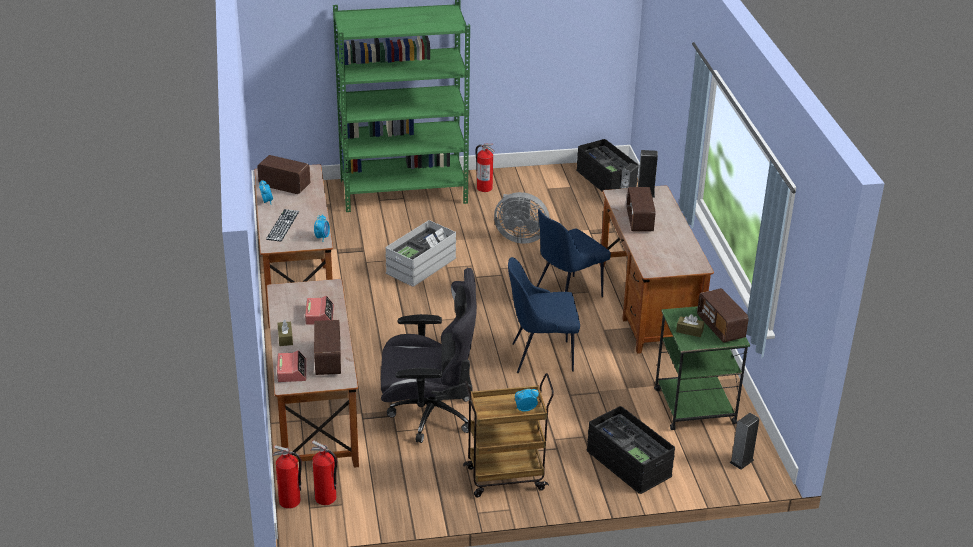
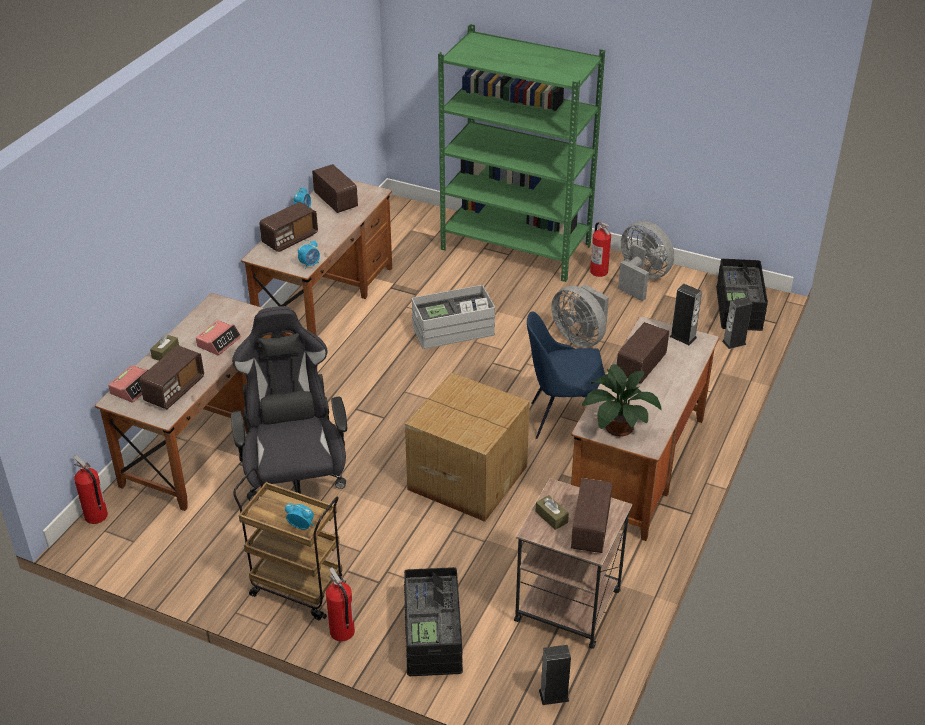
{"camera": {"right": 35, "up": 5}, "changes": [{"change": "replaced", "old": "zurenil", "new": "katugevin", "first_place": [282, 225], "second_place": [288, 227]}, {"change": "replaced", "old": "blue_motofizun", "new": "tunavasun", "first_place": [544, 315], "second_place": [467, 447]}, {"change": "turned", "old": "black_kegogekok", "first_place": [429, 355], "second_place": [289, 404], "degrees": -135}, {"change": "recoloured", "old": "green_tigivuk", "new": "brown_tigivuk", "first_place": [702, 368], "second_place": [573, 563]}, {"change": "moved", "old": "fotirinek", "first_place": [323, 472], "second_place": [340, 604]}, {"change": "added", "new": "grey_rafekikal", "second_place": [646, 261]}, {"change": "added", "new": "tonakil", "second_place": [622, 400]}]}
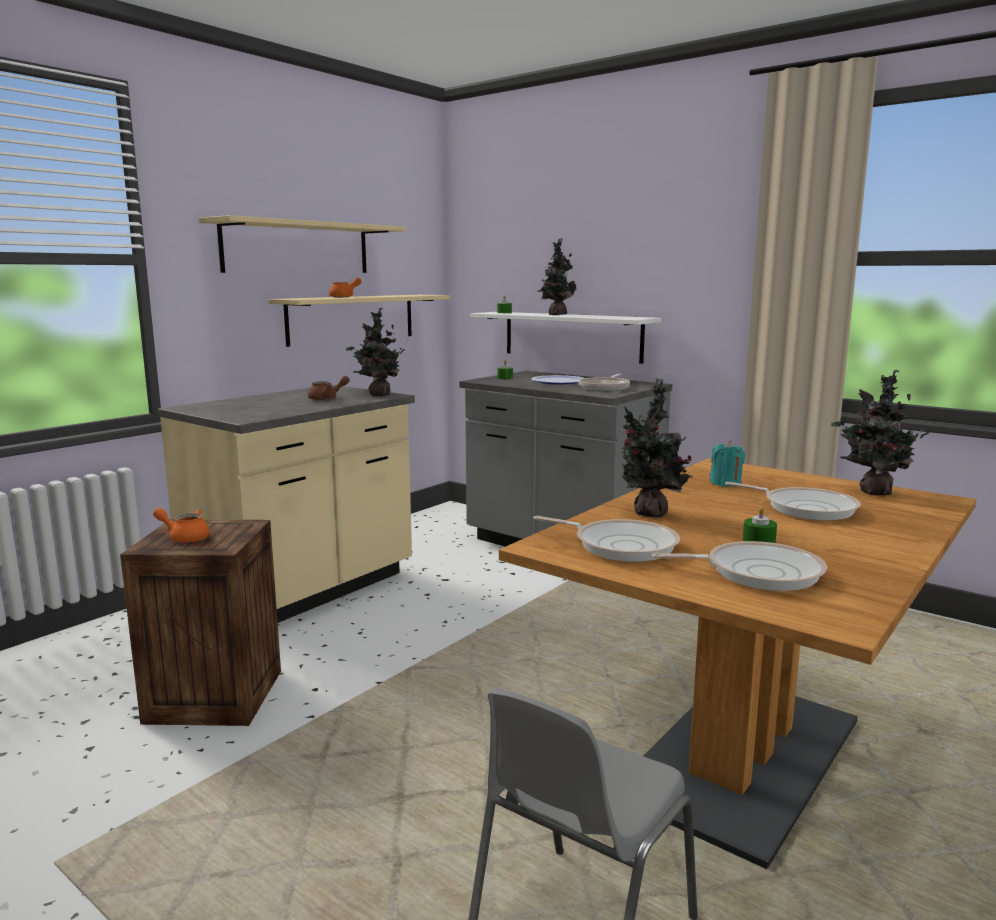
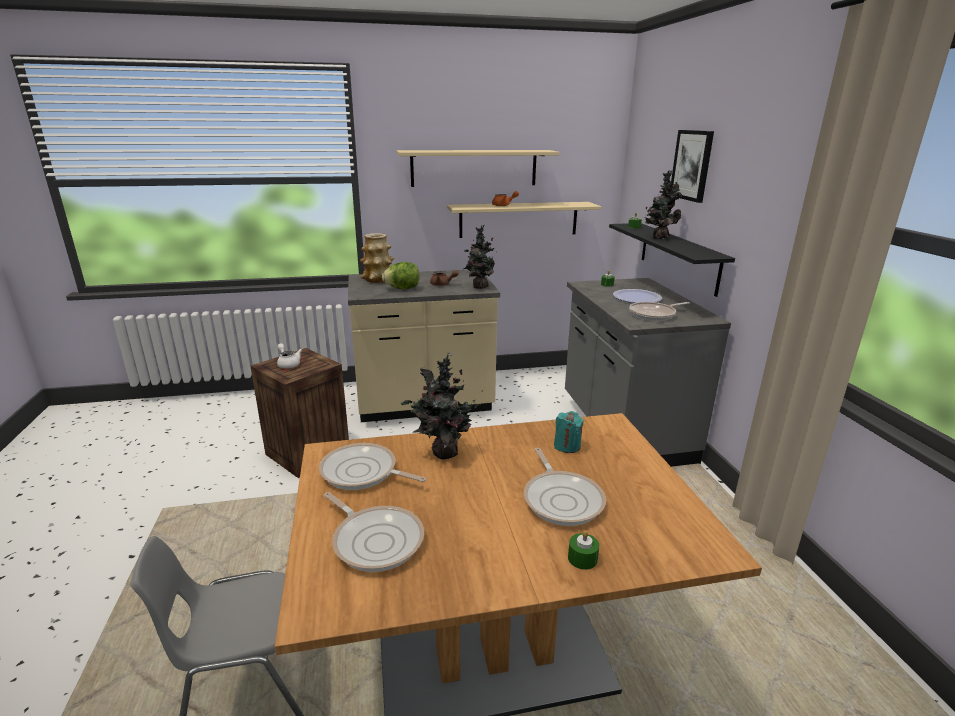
{"camera": {"right": 40, "up": 10}, "changes": [{"change": "recoloured", "old": "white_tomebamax", "new": "black_tomebamax", "first_place": [565, 338], "second_place": [672, 260]}, {"change": "removed", "old": "tonakil", "first_place": [882, 432]}, {"change": "moved", "old": "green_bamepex", "first_place": [760, 524], "second_place": [583, 550]}, {"change": "recoloured", "old": "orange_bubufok", "new": "white_bubufok", "first_place": [181, 525], "second_place": [289, 355]}, {"change": "turned", "old": "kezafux", "first_place": [606, 539], "second_place": [372, 466], "degrees": 135}, {"change": "added", "new": "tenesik", "second_place": [692, 166]}, {"change": "added", "new": "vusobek", "second_place": [377, 258]}, {"change": "added", "new": "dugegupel", "second_place": [400, 275]}]}
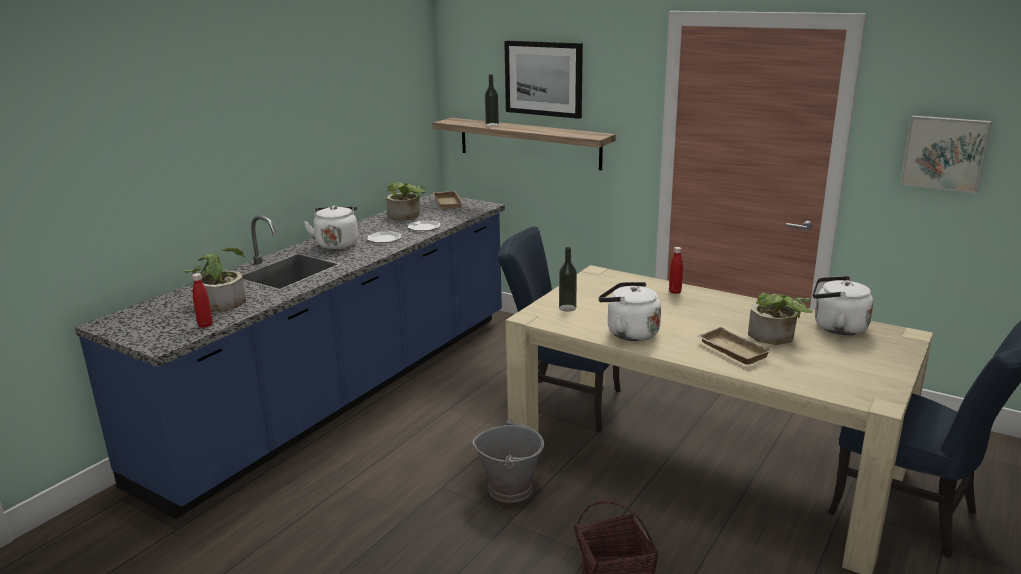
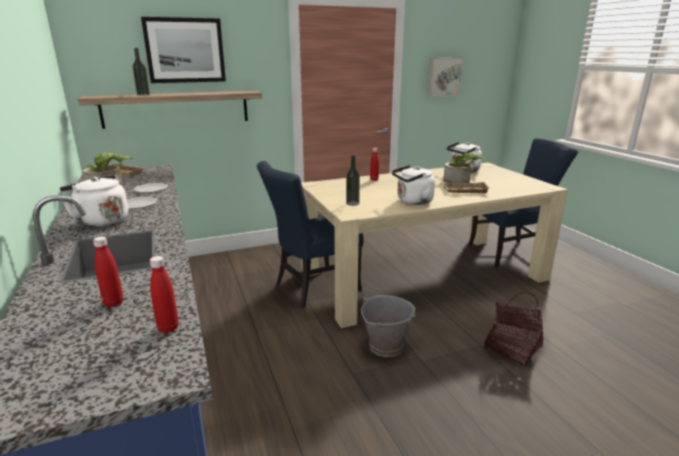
{"camera": {"right": -55, "up": 0}, "changes": [{"change": "replaced", "old": "tonakil", "new": "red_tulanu", "first_place": [215, 279], "second_place": [108, 272]}]}
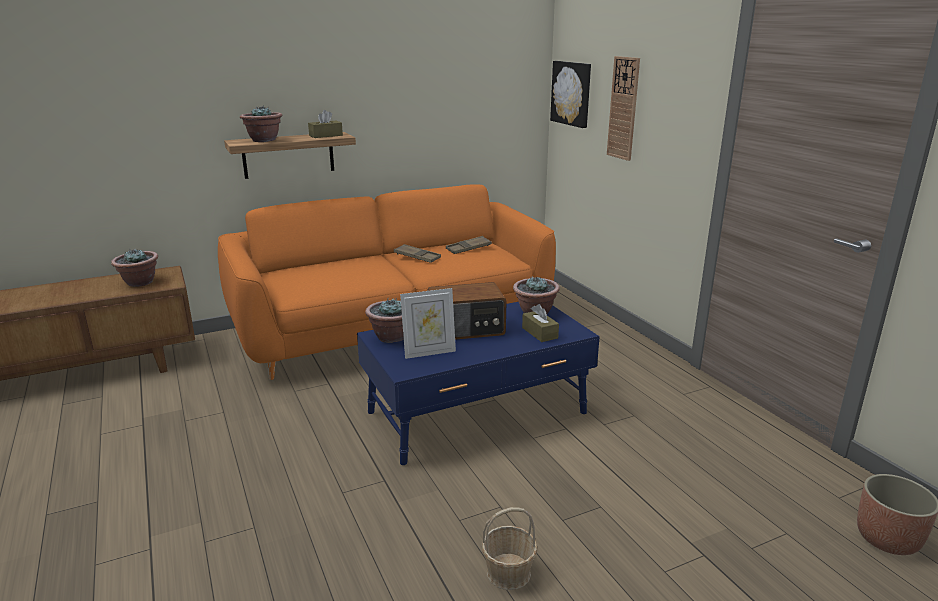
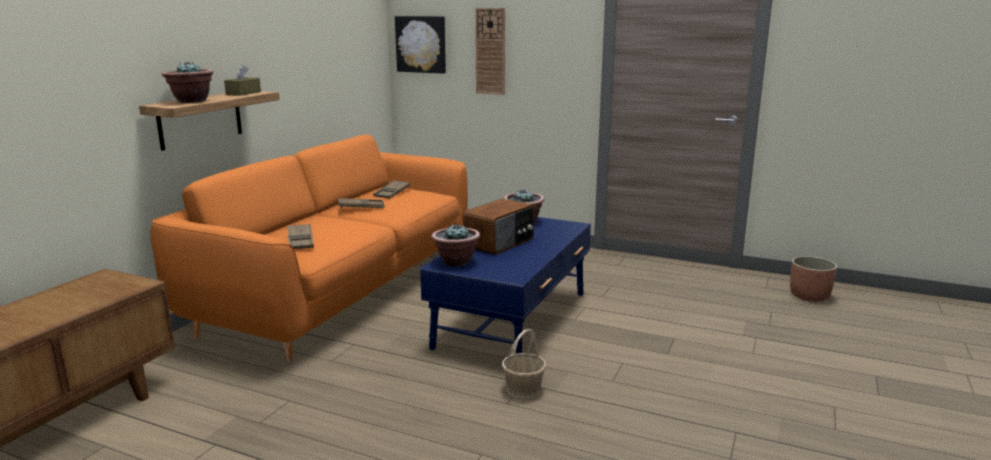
{"camera": {"right": -40, "up": -5}, "changes": [{"change": "removed", "old": "tonakil", "first_place": [134, 268]}, {"change": "removed", "old": "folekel", "first_place": [428, 323]}, {"change": "removed", "old": "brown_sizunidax", "first_place": [540, 323]}, {"change": "moved", "old": "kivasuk", "first_place": [510, 548], "second_place": [524, 364]}, {"change": "added", "new": "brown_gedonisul", "second_place": [301, 236]}]}
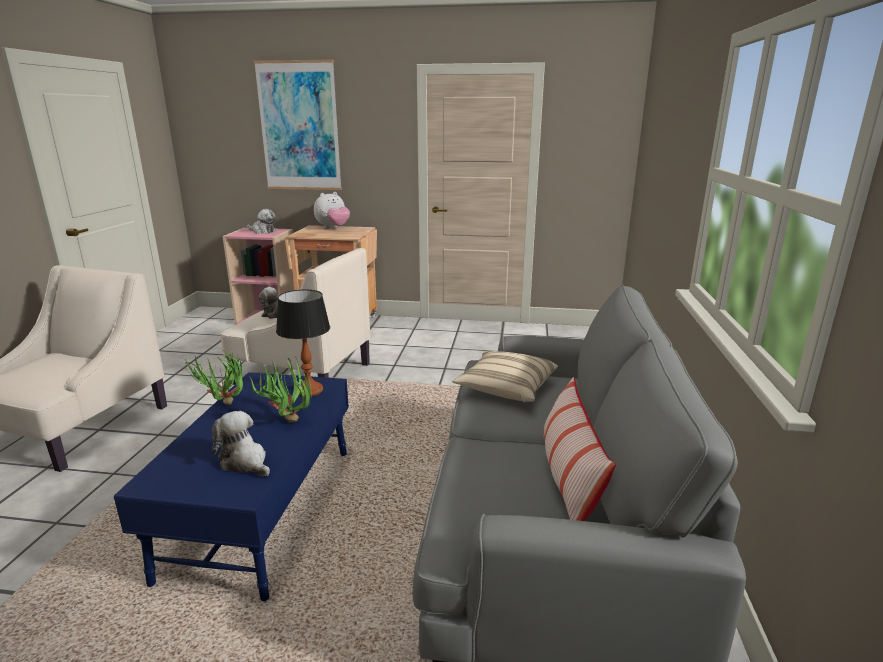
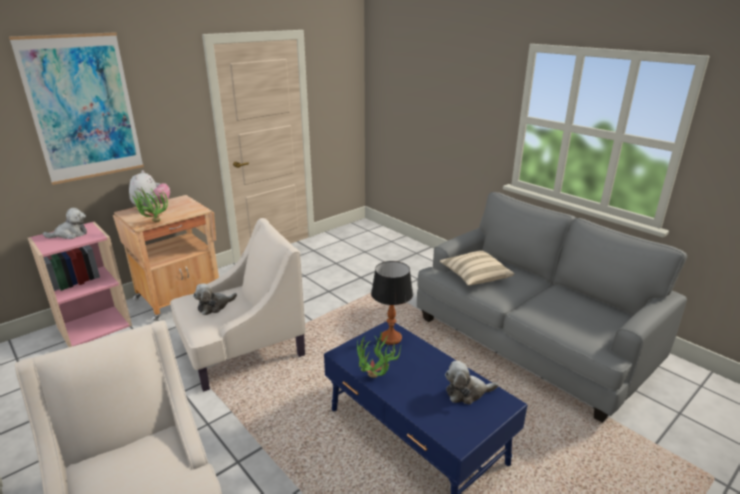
{"camera": {"right": -50, "up": 5}, "changes": [{"change": "moved", "old": "tonakil", "first_place": [281, 389], "second_place": [149, 205]}, {"change": "removed", "old": "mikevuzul", "first_place": [579, 449]}]}
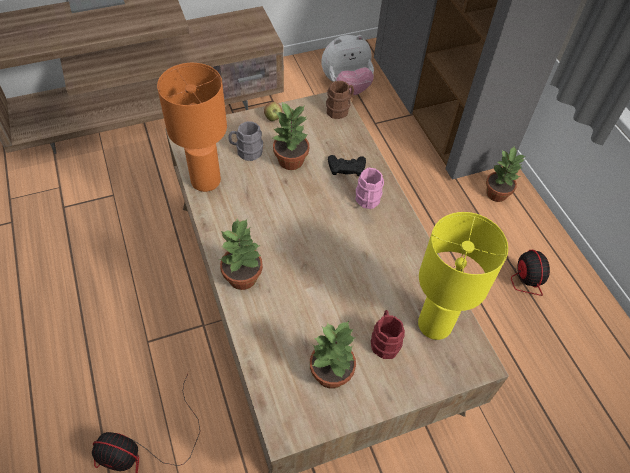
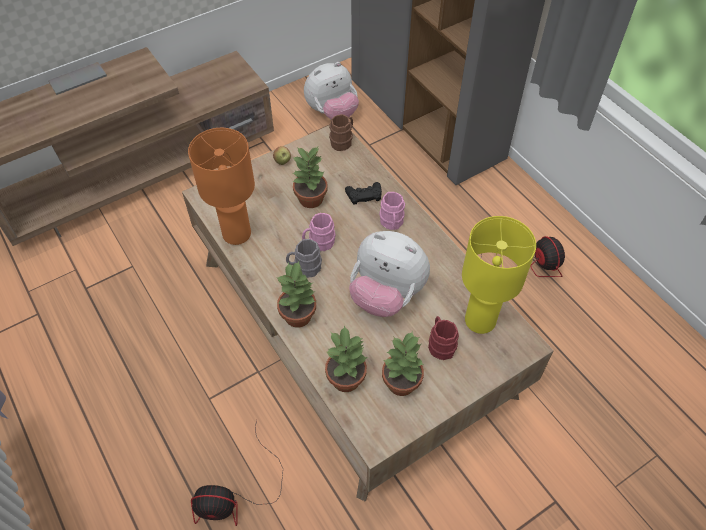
{"camera": {"right": -10, "up": 0}, "changes": [{"change": "moved", "old": "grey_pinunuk", "first_place": [245, 141], "second_place": [304, 258]}, {"change": "moved", "old": "tonakil", "first_place": [506, 173], "second_place": [346, 358]}, {"change": "added", "new": "pink_pinunuk", "second_place": [319, 232]}, {"change": "added", "new": "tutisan", "second_place": [389, 274]}]}
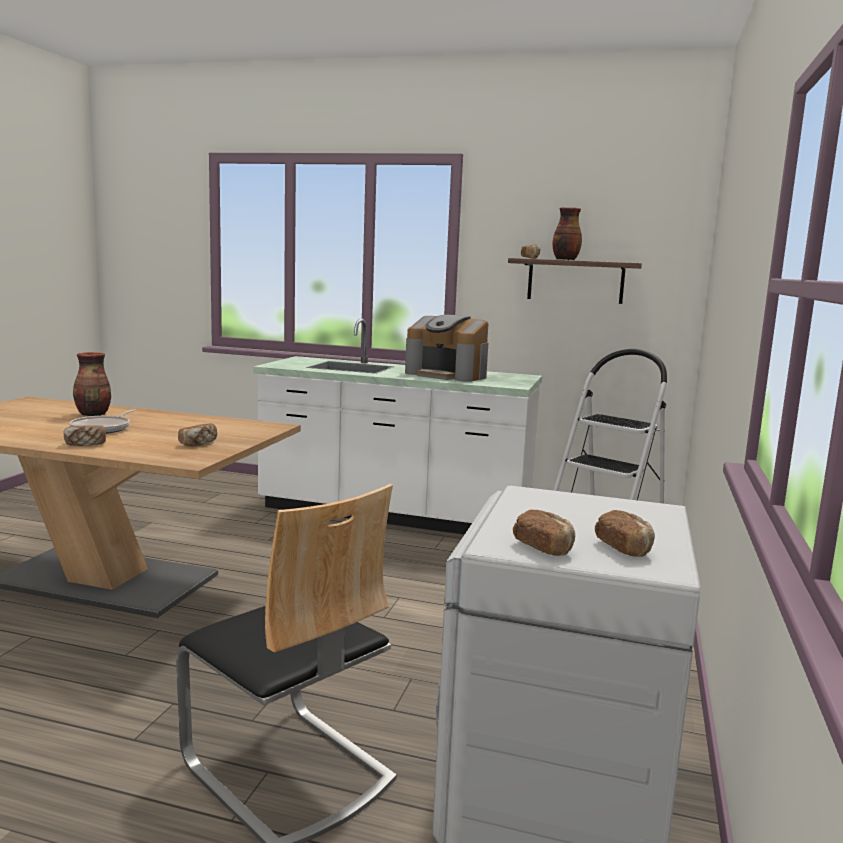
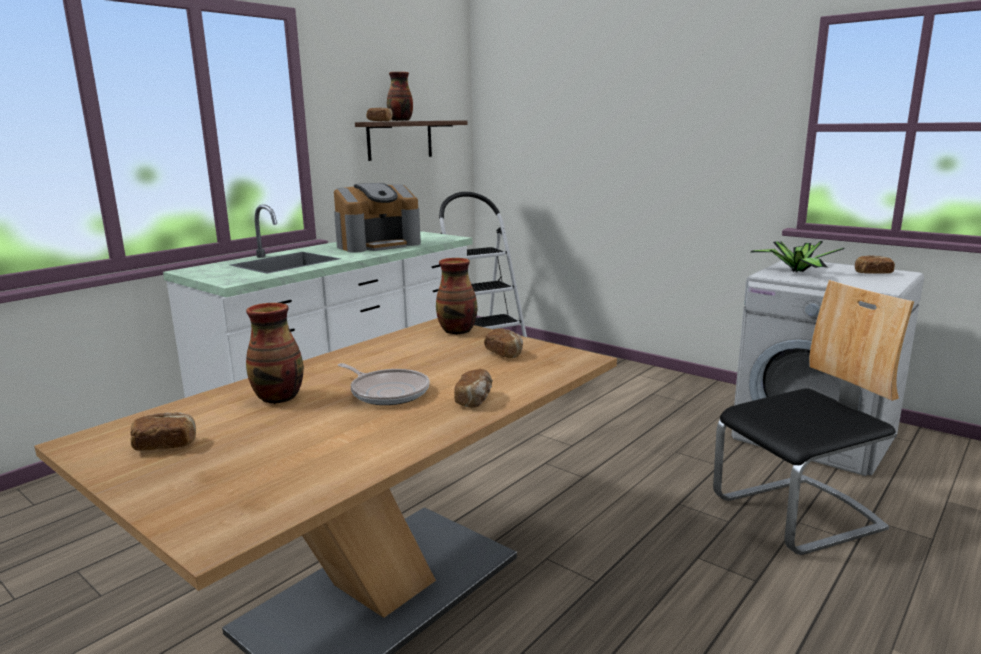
{"camera": {"right": -65, "up": 5}, "changes": [{"change": "moved", "old": "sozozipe", "first_place": [544, 532], "second_place": [163, 431]}, {"change": "added", "new": "tonakil", "second_place": [798, 256]}, {"change": "added", "new": "vusobek", "second_place": [457, 296]}]}
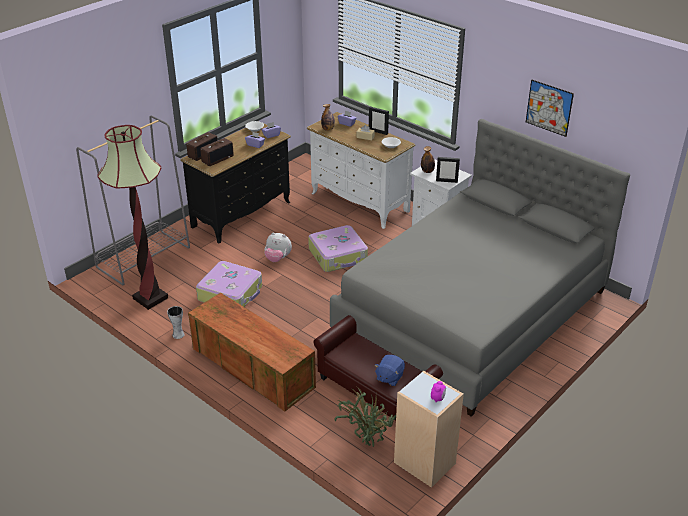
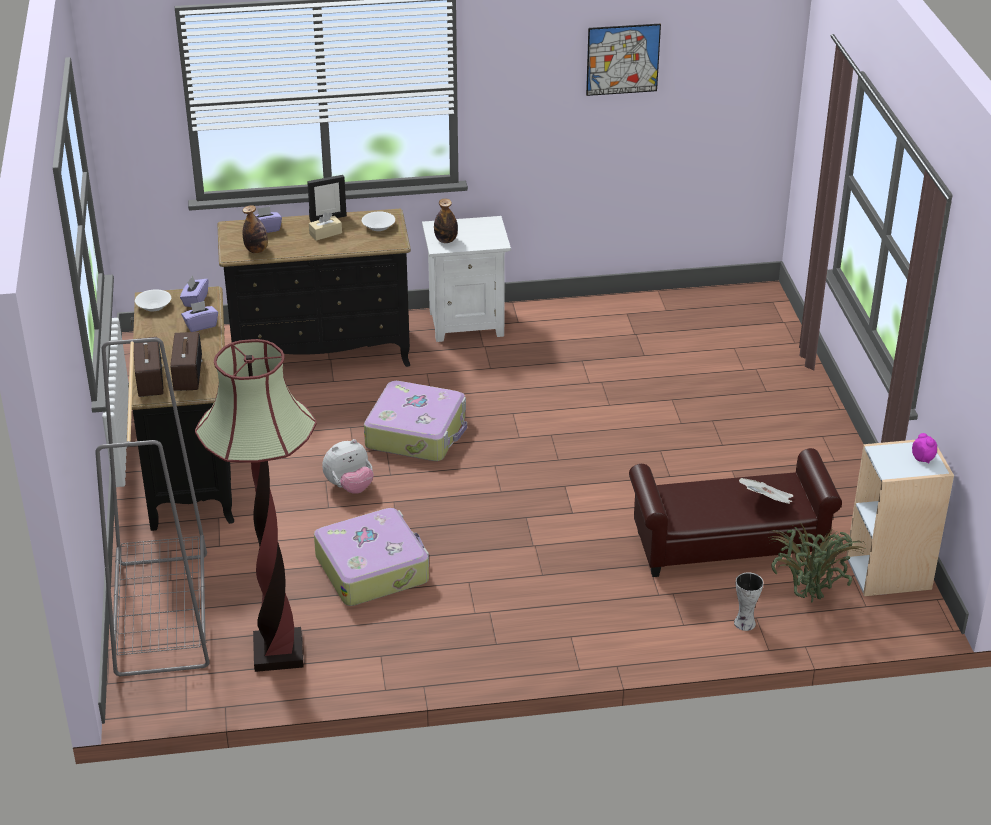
{"camera": {"right": -50, "up": 0}, "changes": [{"change": "recoloured", "old": "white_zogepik", "new": "black_zogepik", "first_place": [361, 170], "second_place": [314, 287]}, {"change": "removed", "old": "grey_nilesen", "first_place": [480, 268]}, {"change": "removed", "old": "folekel", "first_place": [448, 170]}, {"change": "removed", "old": "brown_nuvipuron", "first_place": [252, 352]}, {"change": "moved", "old": "vusobek", "first_place": [176, 322], "second_place": [749, 601]}, {"change": "replaced", "old": "blue_tutisan", "new": "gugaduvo", "first_place": [390, 370], "second_place": [766, 491]}]}
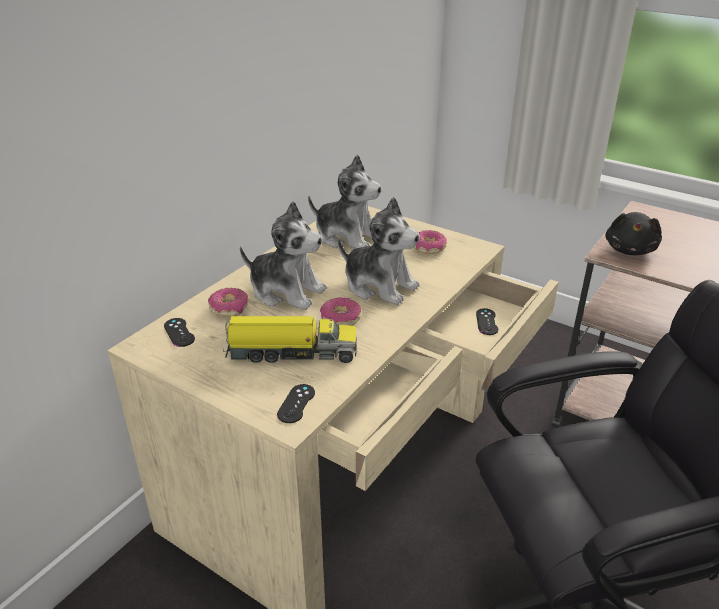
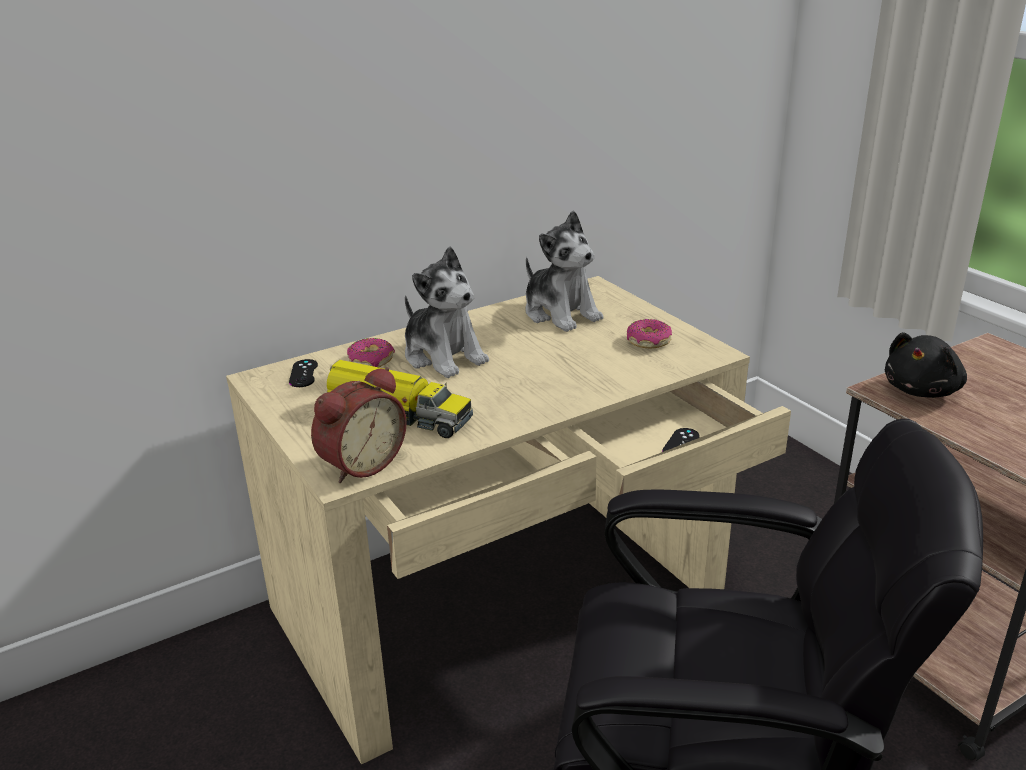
{"camera": {"right": 25, "up": -5}, "changes": [{"change": "removed", "old": "tutisan", "first_place": [379, 251]}, {"change": "removed", "old": "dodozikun", "first_place": [340, 311]}, {"change": "replaced", "old": "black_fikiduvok", "new": "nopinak", "first_place": [296, 403], "second_place": [359, 425]}]}
